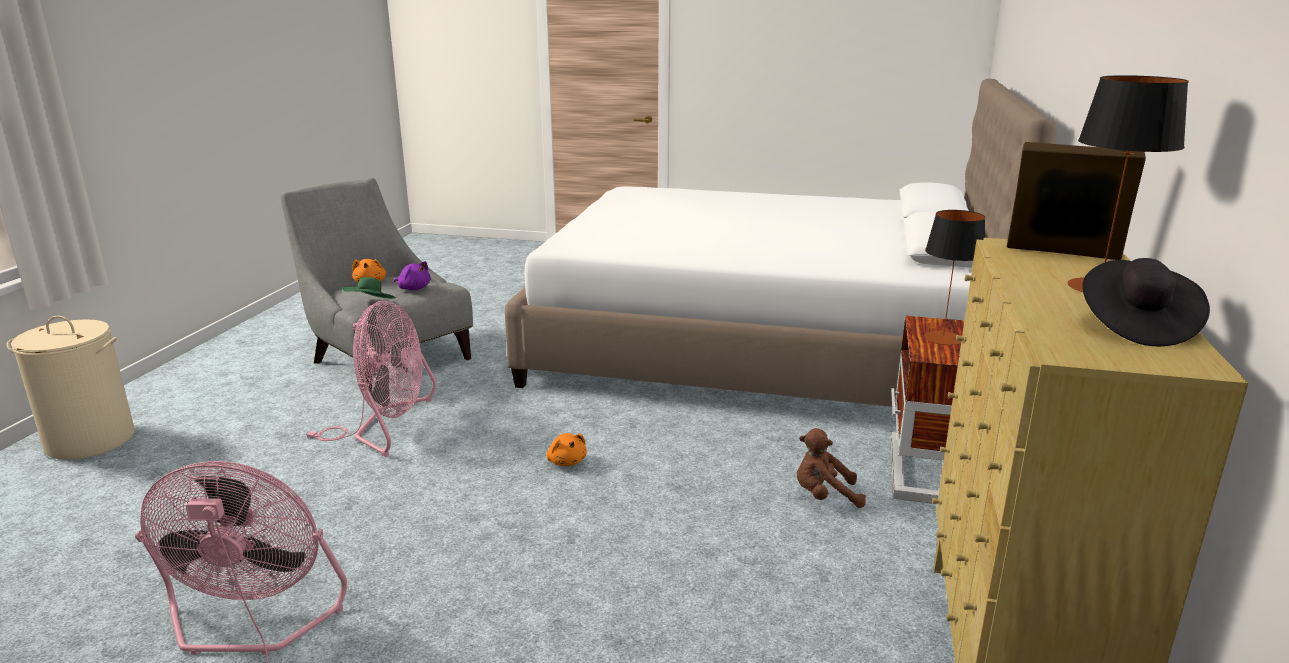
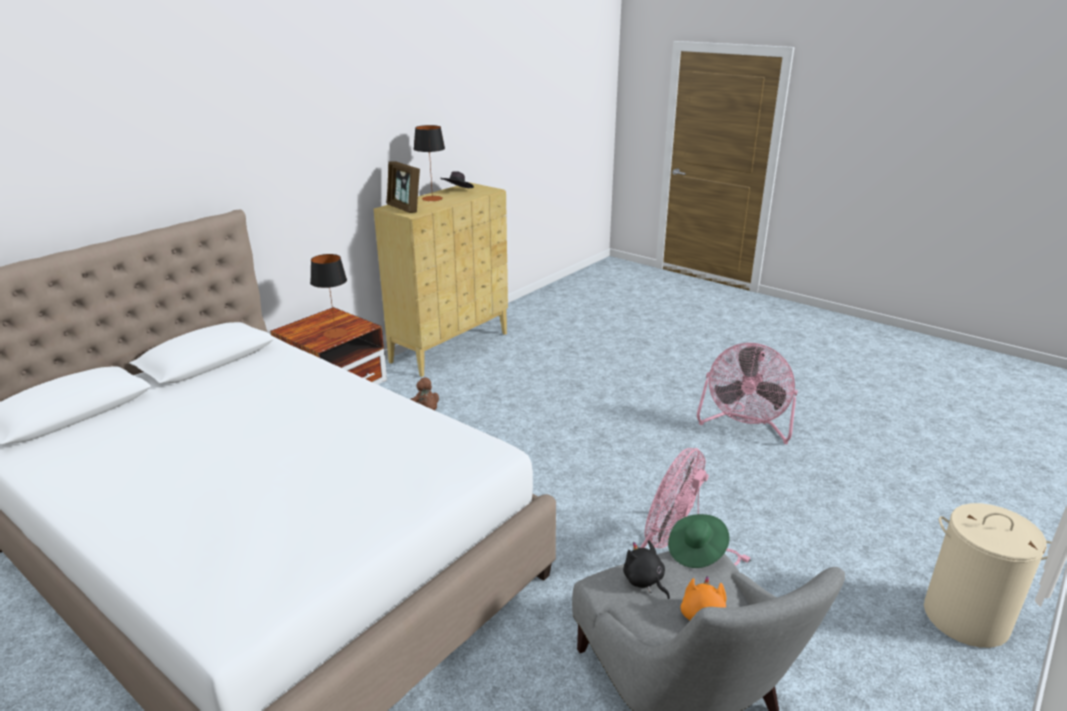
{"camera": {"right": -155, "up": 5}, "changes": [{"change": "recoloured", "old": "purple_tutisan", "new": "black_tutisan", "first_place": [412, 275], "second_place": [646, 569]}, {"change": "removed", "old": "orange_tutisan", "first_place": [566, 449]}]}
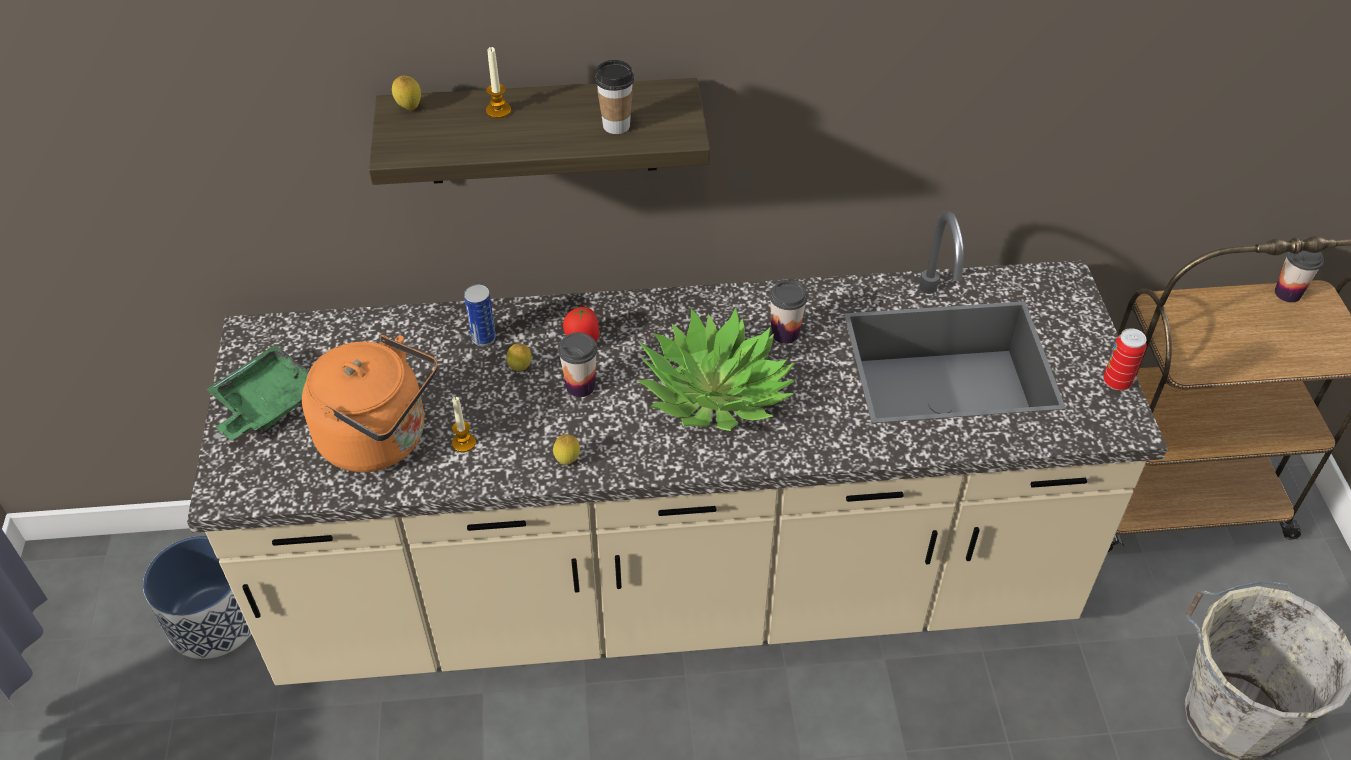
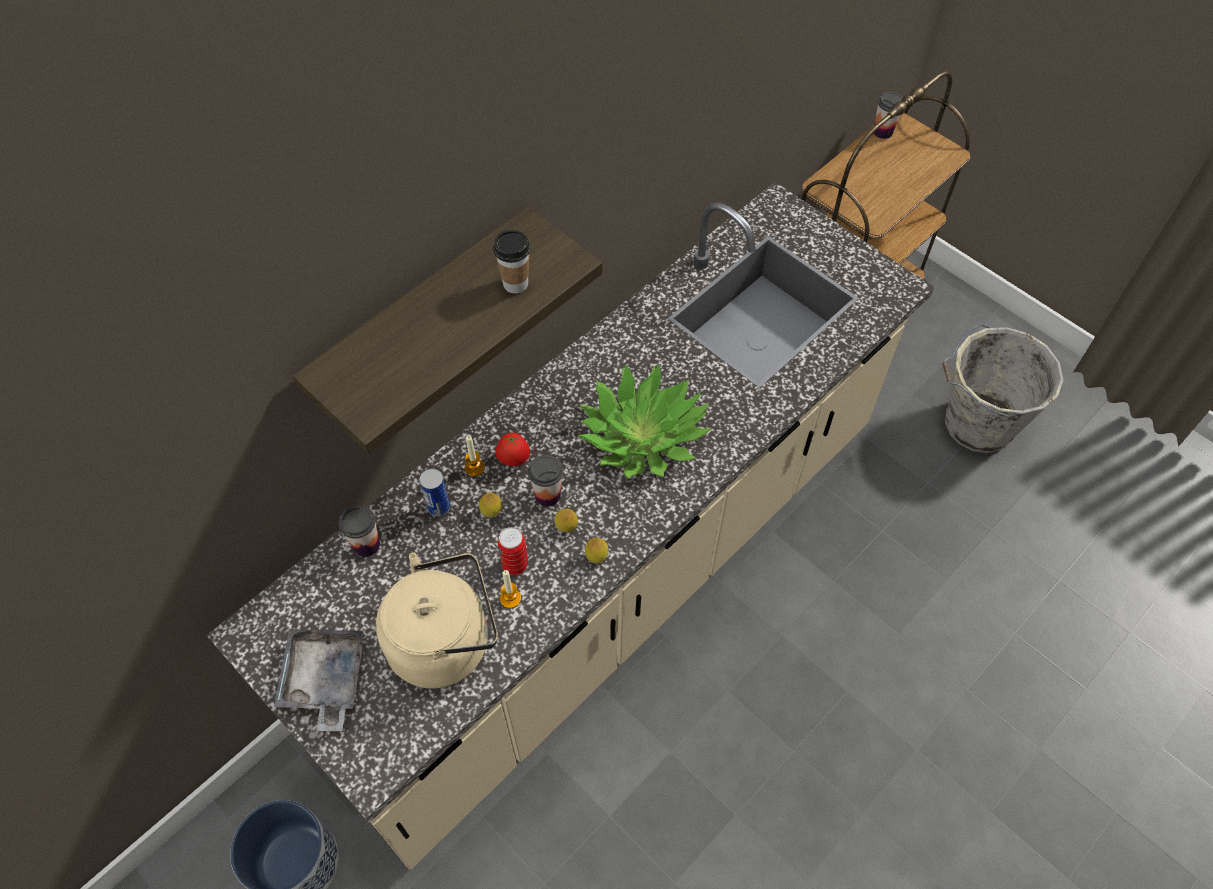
{"camera": {"right": -40, "up": 10}, "changes": [{"change": "moved", "old": "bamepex", "first_place": [498, 82], "second_place": [475, 456]}, {"change": "moved", "old": "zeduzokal", "first_place": [406, 93], "second_place": [566, 520]}, {"change": "moved", "old": "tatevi", "first_place": [788, 312], "second_place": [359, 531]}, {"change": "moved", "old": "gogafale", "first_place": [1125, 359], "second_place": [513, 551]}, {"change": "recoloured", "old": "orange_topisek", "new": "beige_topisek", "first_place": [369, 403], "second_place": [437, 620]}, {"change": "recoloured", "old": "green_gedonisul", "new": "grey_gedonisul", "first_place": [257, 393], "second_place": [319, 680]}]}
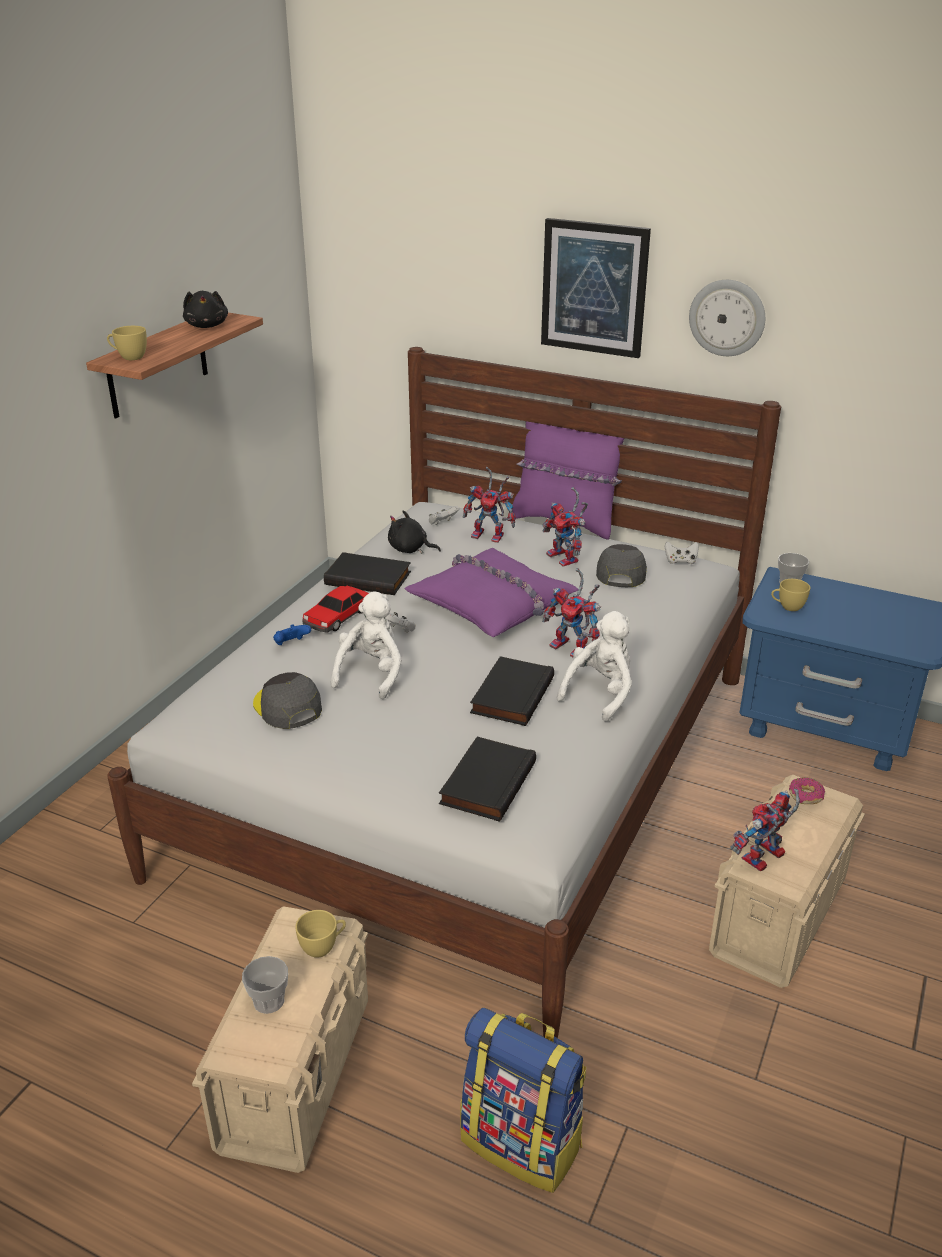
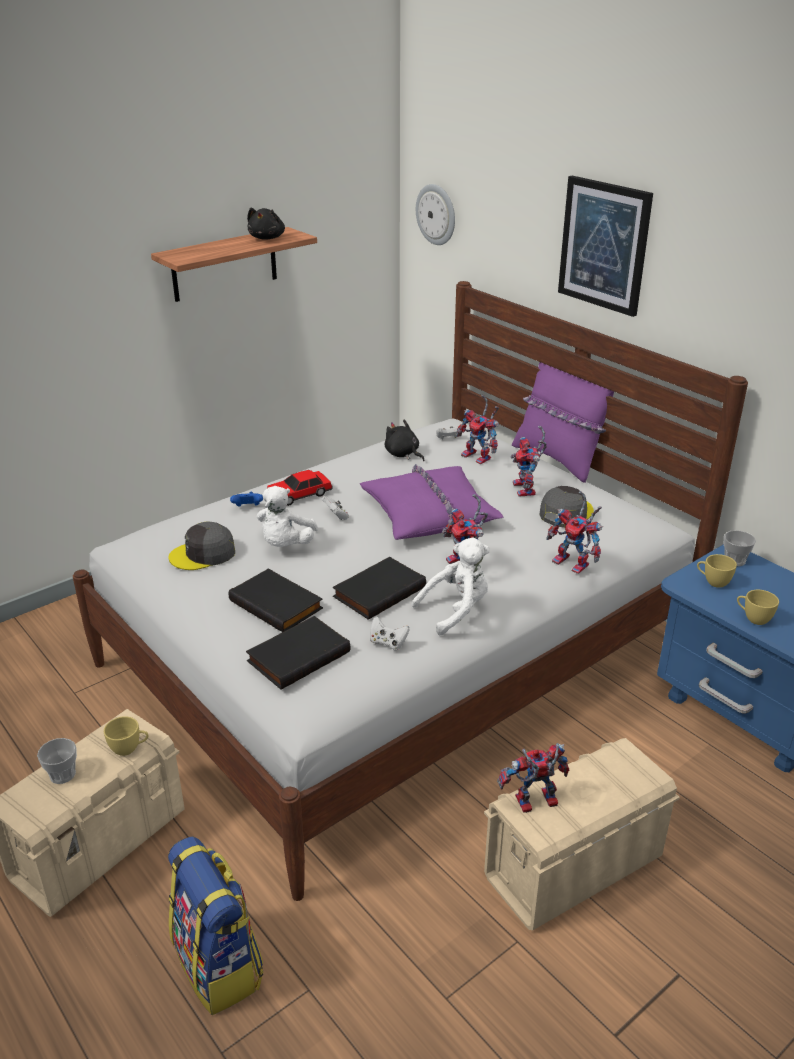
{"camera": {"right": 25, "up": 0}, "changes": [{"change": "moved", "old": "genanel", "first_place": [727, 318], "second_place": [435, 214]}, {"change": "moved", "old": "yellow_tatevi", "first_place": [127, 343], "second_place": [758, 607]}, {"change": "moved", "old": "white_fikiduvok", "first_place": [682, 553], "second_place": [390, 633]}, {"change": "moved", "old": "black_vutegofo", "first_place": [367, 573], "second_place": [275, 600]}, {"change": "turned", "old": "white_tutisan", "first_place": [366, 645], "second_place": [287, 516], "degrees": 150}, {"change": "turned", "old": "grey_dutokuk", "first_place": [287, 700], "second_place": [201, 545], "degrees": -105}, {"change": "removed", "old": "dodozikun", "first_place": [807, 790]}, {"change": "added", "new": "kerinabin", "second_place": [574, 532]}]}
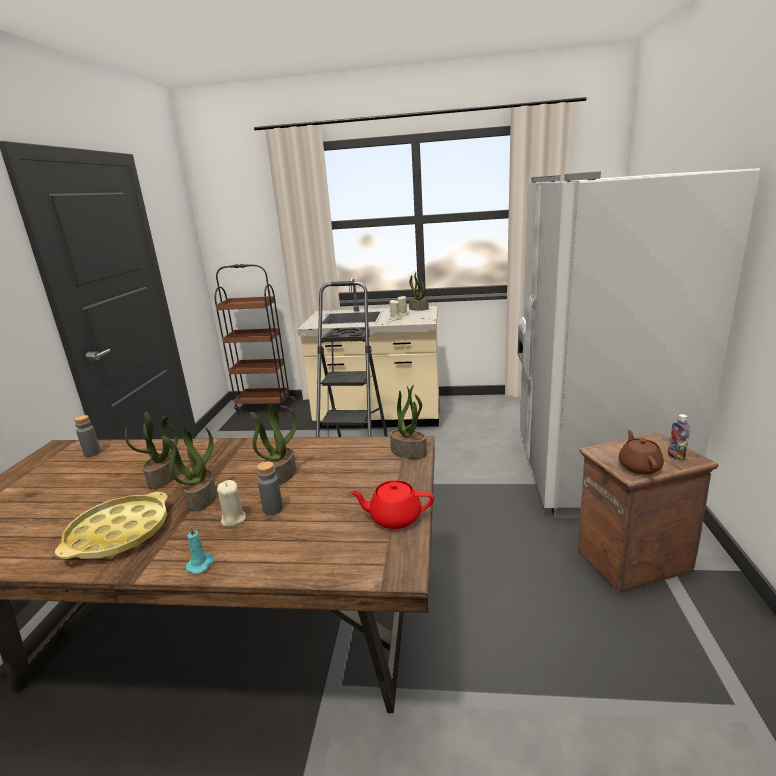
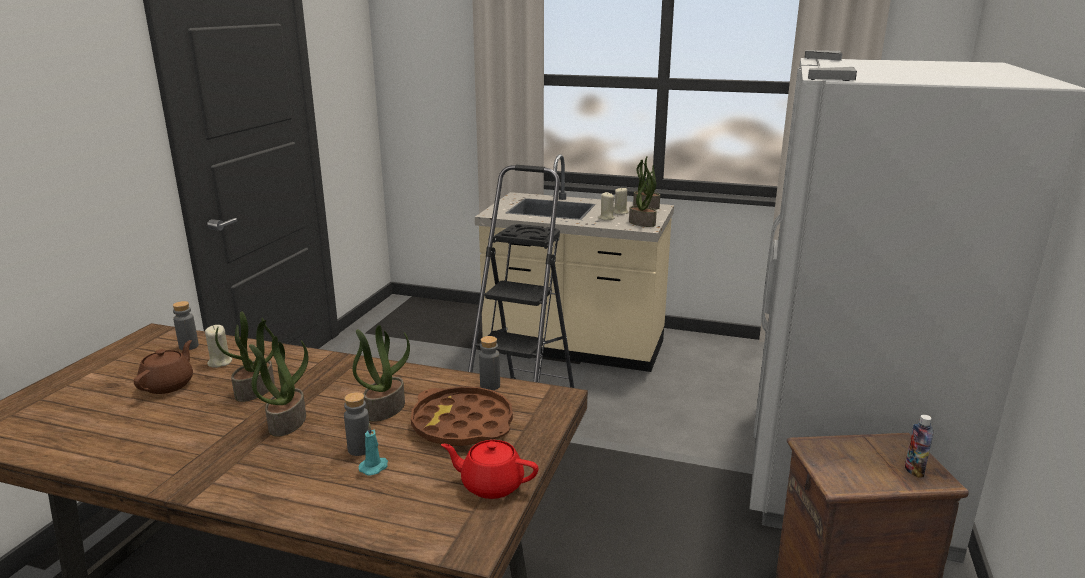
{"camera": {"right": 10, "up": 0}, "changes": [{"change": "removed", "old": "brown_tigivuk", "first_place": [255, 338]}, {"change": "moved", "old": "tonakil", "first_place": [408, 422], "second_place": [643, 198]}, {"change": "moved", "old": "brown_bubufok", "first_place": [641, 452], "second_place": [163, 367]}, {"change": "moved", "old": "beige_bamepex", "first_place": [231, 503], "second_place": [218, 346]}, {"change": "removed", "old": "yellow_gedonisul", "first_place": [111, 525]}, {"change": "moved", "old": "turquoise_bamepex", "first_place": [200, 549], "second_place": [373, 449]}, {"change": "added", "new": "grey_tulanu", "second_place": [489, 363]}, {"change": "added", "new": "brown_gedonisul", "second_place": [462, 416]}]}
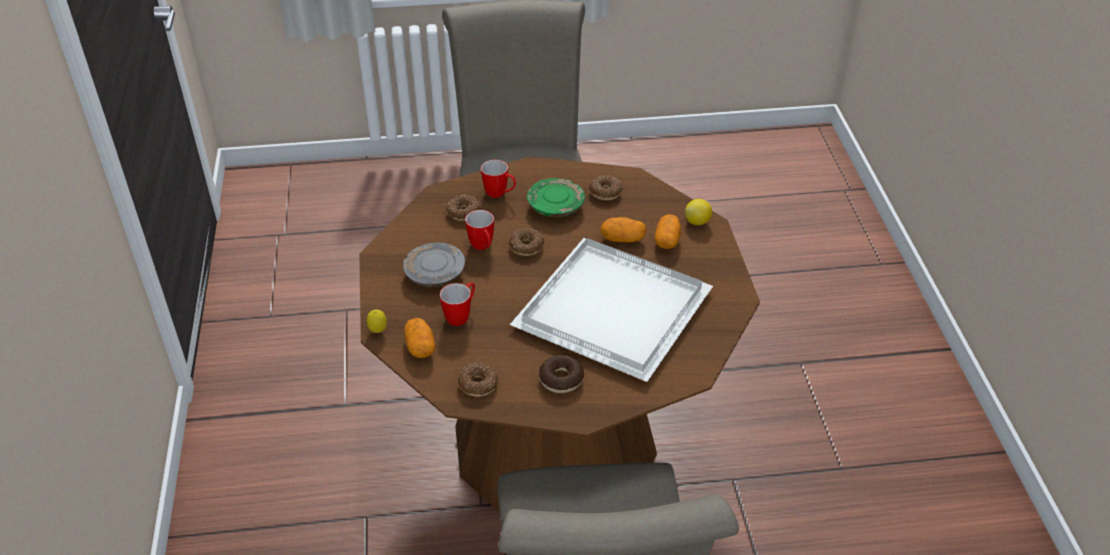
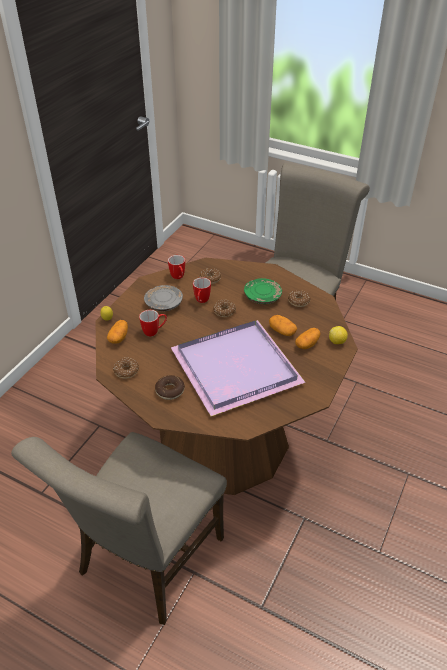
{"camera": {"right": 35, "up": 0}, "changes": [{"change": "moved", "old": "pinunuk", "first_place": [498, 179], "second_place": [176, 267]}, {"change": "recoloured", "old": "white_gedonisul", "new": "purple_gedonisul", "first_place": [611, 310], "second_place": [238, 368]}]}
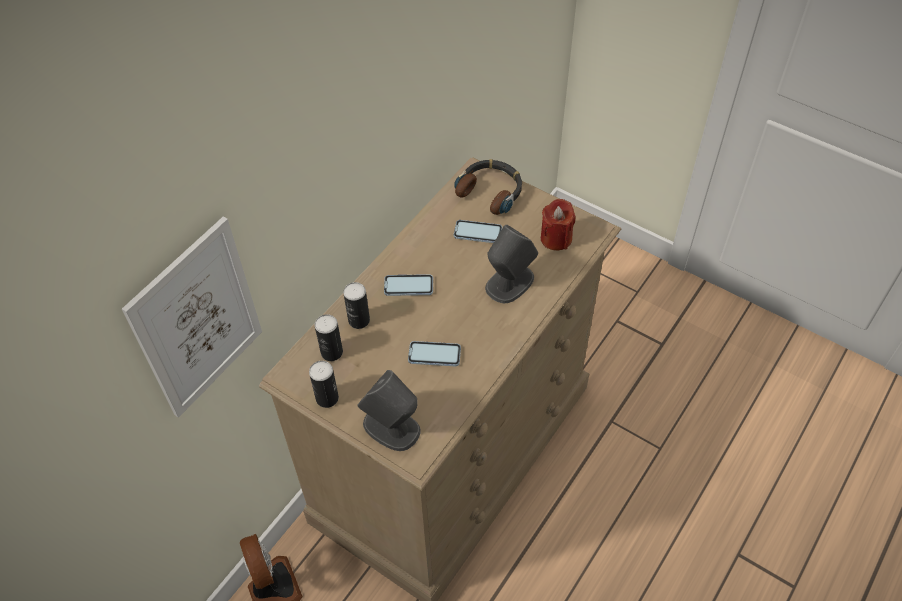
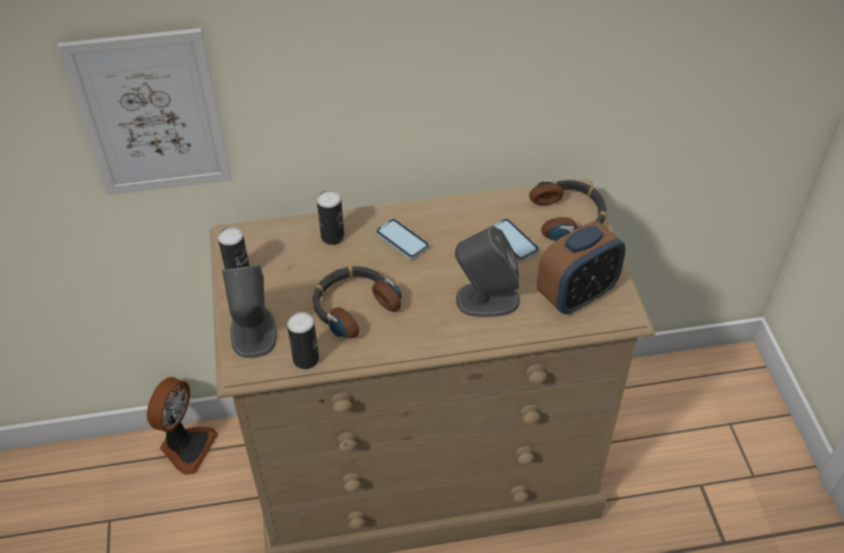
{"camera": {"right": 45, "up": -5}, "changes": [{"change": "replaced", "old": "red_bamepex", "new": "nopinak", "first_place": [558, 225], "second_place": [581, 267]}, {"change": "moved", "old": "gogafale", "first_place": [329, 337], "second_place": [303, 340]}, {"change": "replaced", "old": "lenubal", "new": "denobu", "first_place": [434, 353], "second_place": [356, 302]}]}
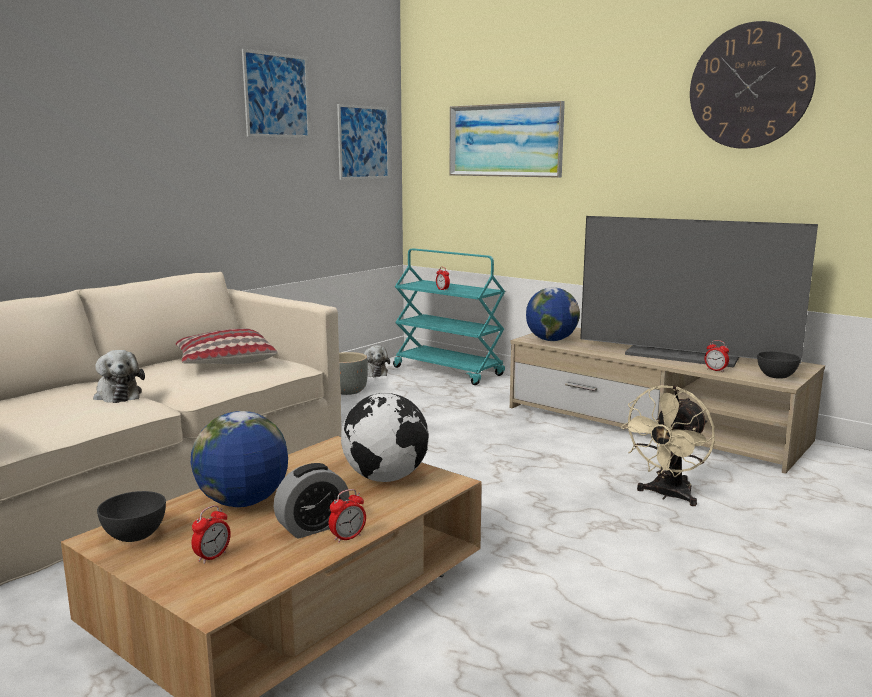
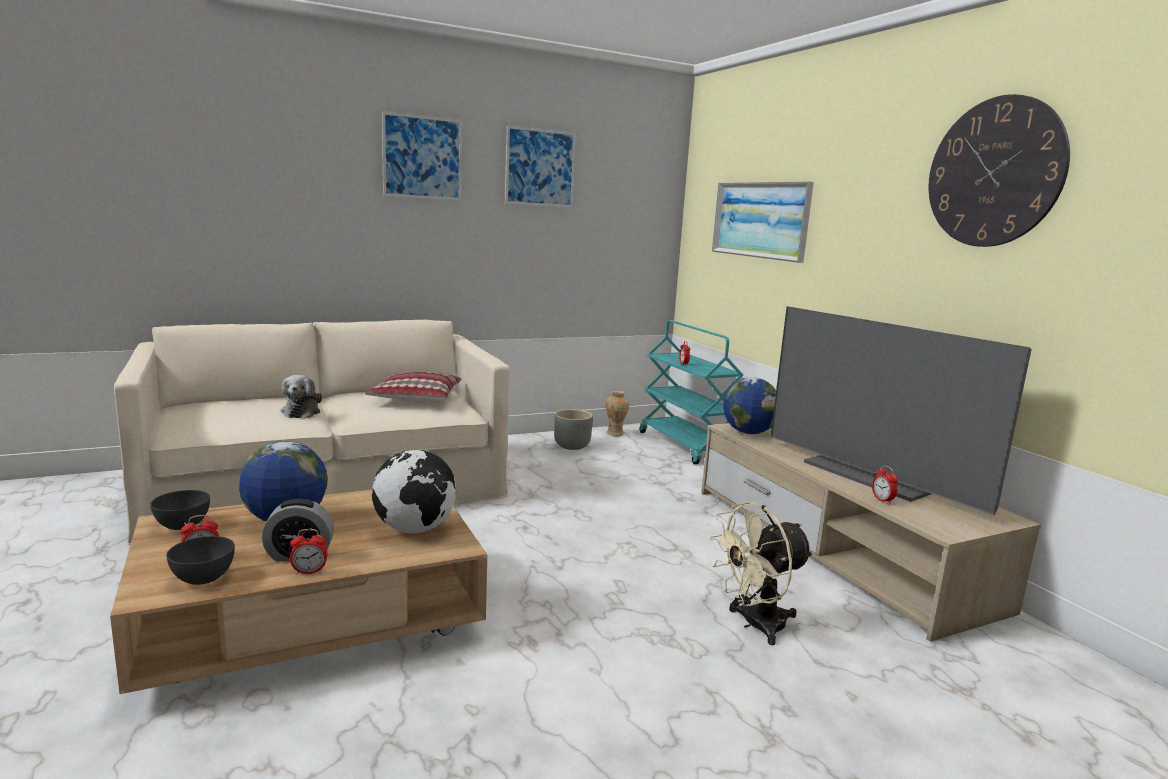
{"camera": {"right": 25, "up": 0}, "changes": [{"change": "moved", "old": "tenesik", "first_place": [363, 142], "second_place": [422, 156]}, {"change": "replaced", "old": "tutisan", "new": "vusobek", "first_place": [377, 361], "second_place": [617, 413]}, {"change": "moved", "old": "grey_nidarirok", "first_place": [779, 365], "second_place": [200, 560]}]}
